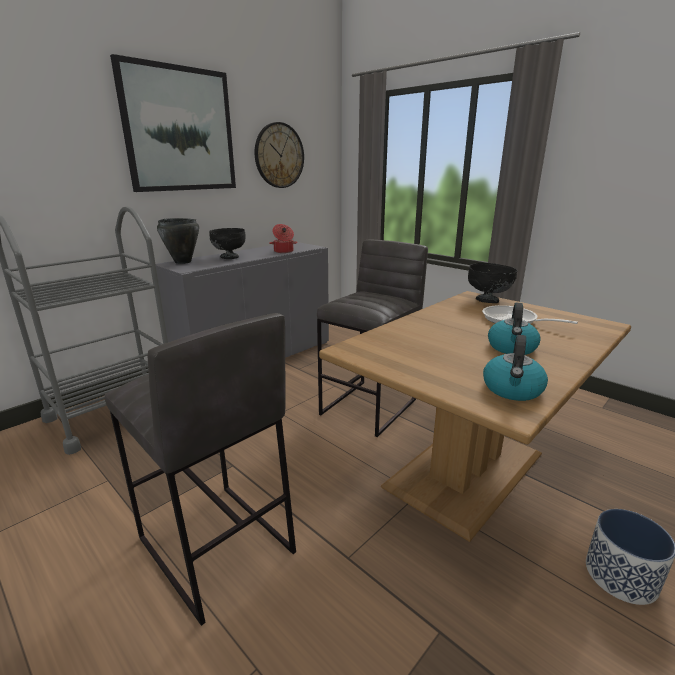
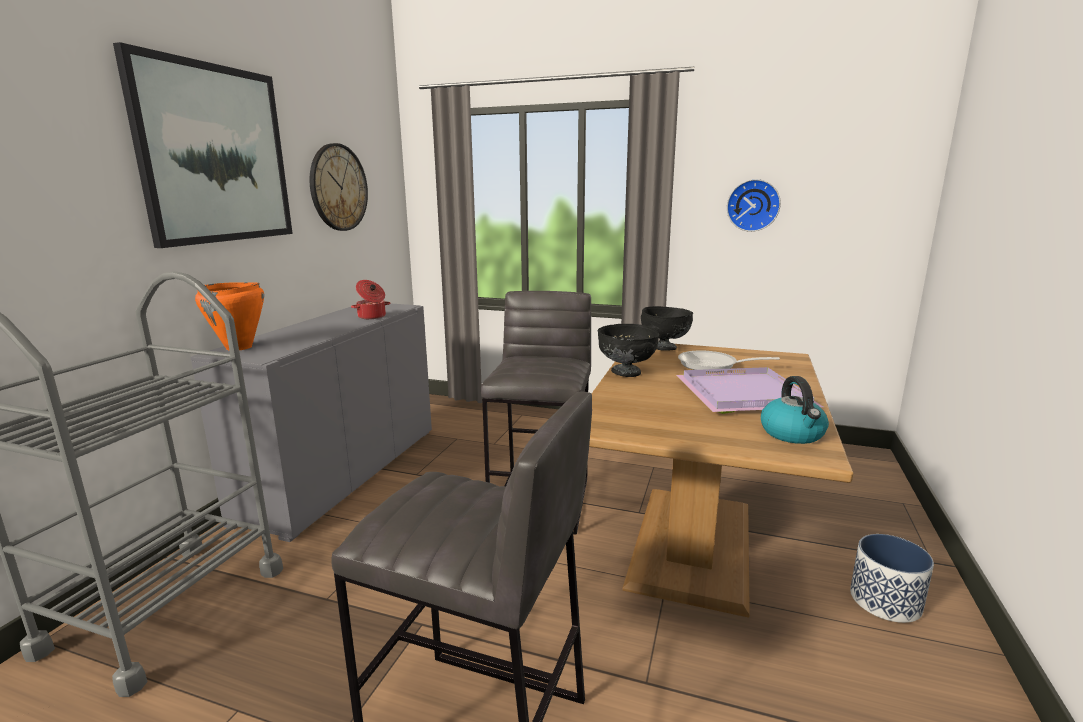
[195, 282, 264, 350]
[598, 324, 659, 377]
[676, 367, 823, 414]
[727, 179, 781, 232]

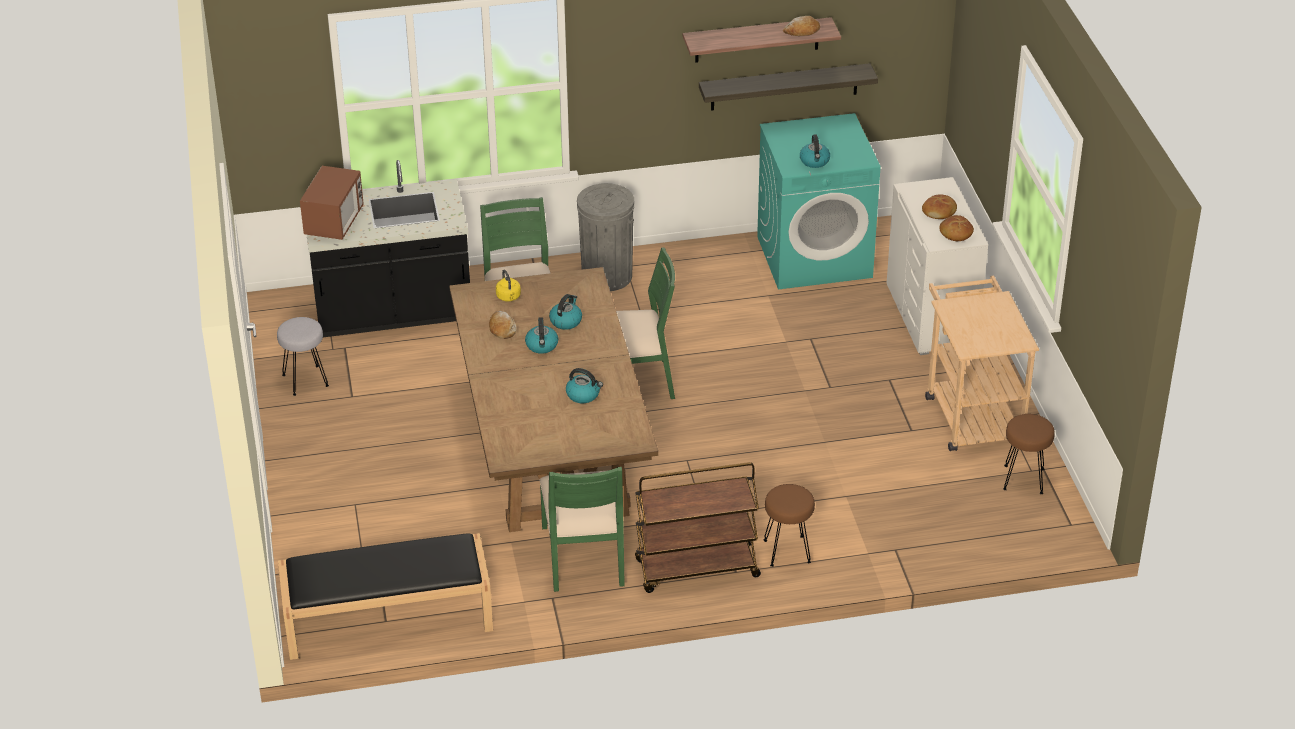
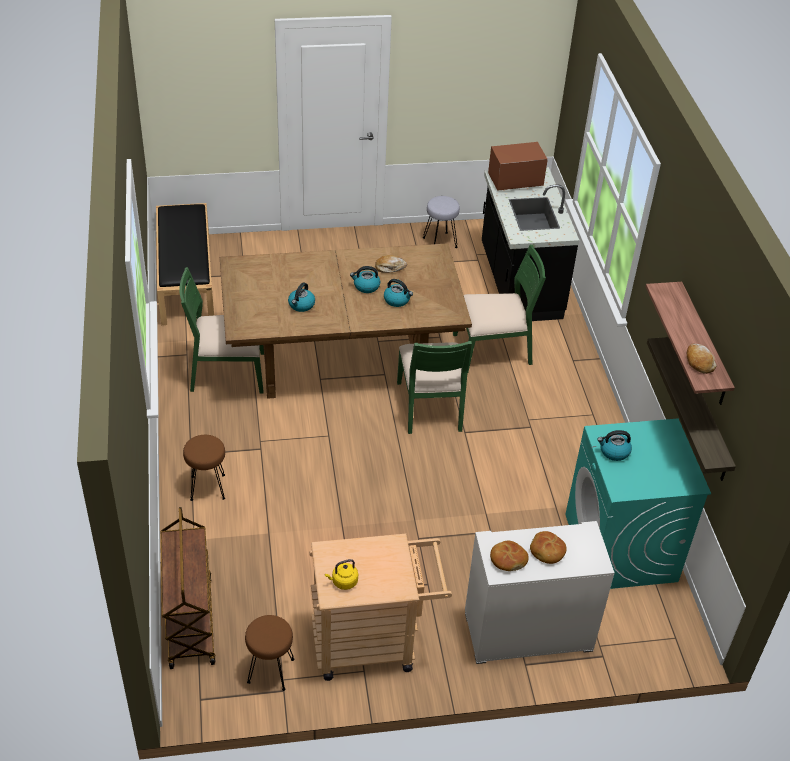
[488, 142, 548, 191]
[577, 183, 634, 291] (first image)
[325, 559, 358, 590]
[161, 507, 216, 669]

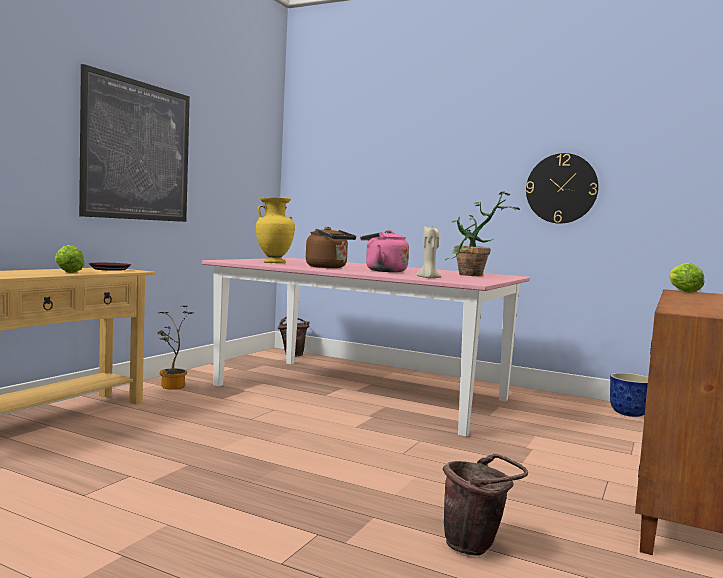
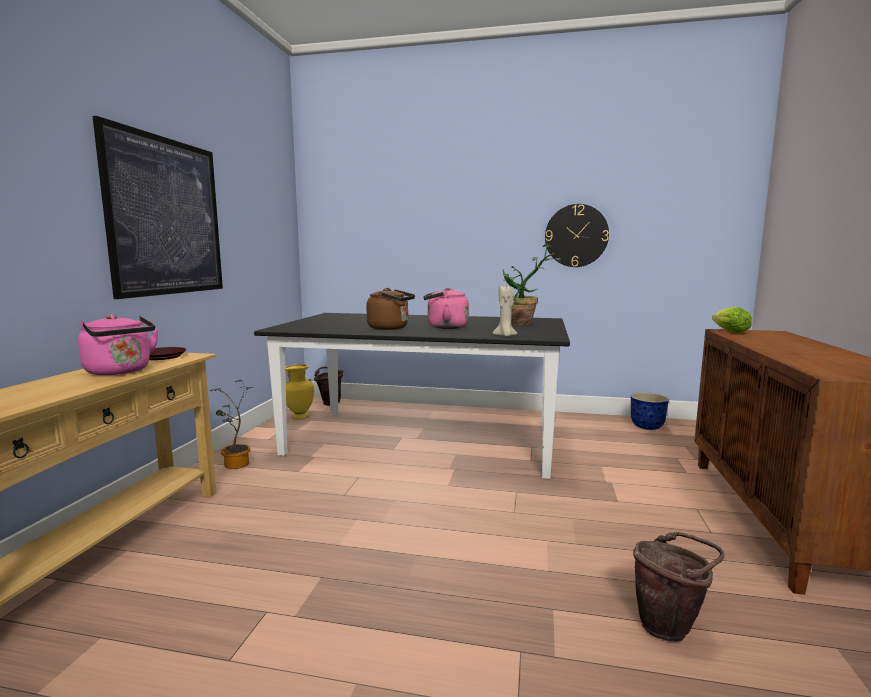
[285, 364, 314, 419]
[78, 314, 159, 375]
[254, 313, 570, 479]

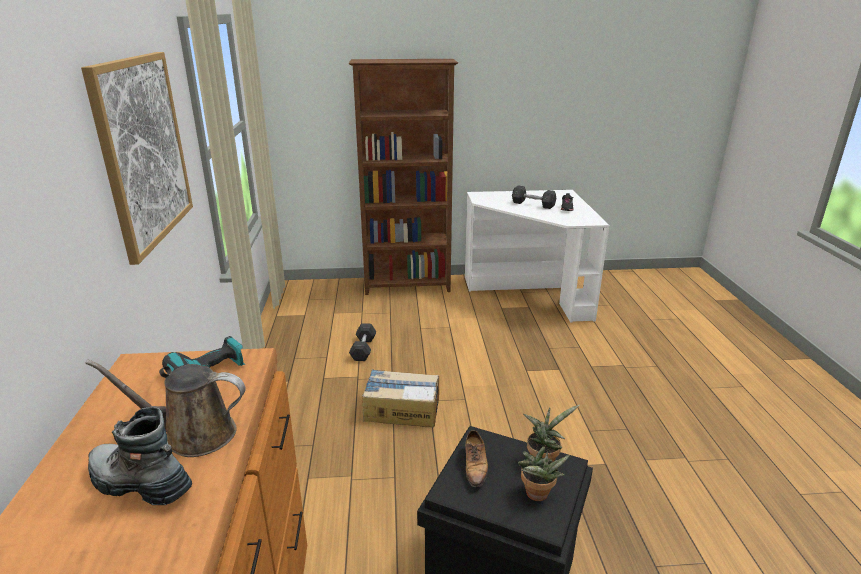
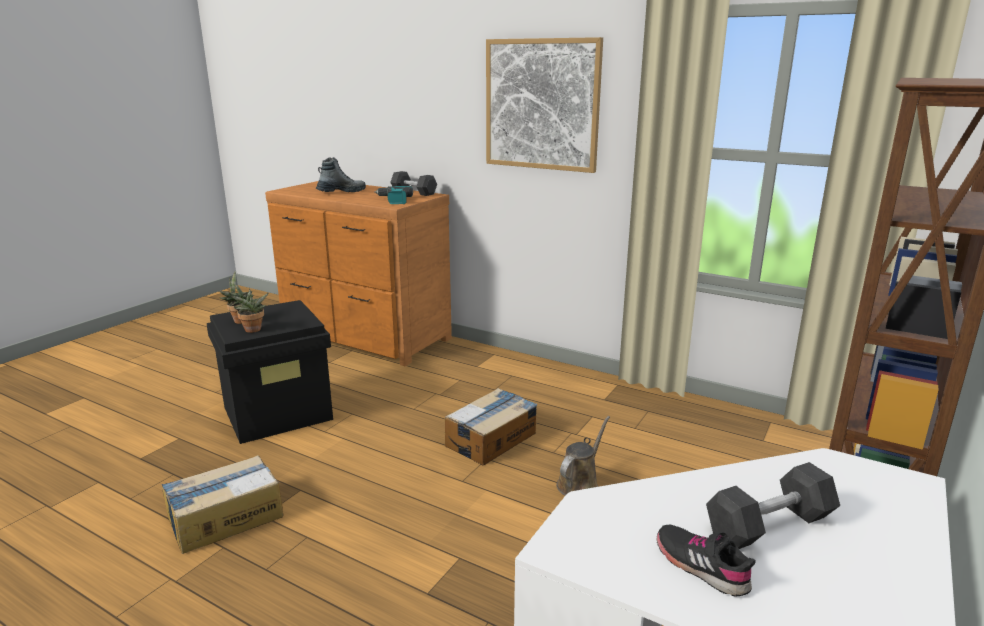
[390, 171, 437, 196]
[556, 416, 610, 496]
[465, 430, 488, 490] (first image)
[162, 455, 284, 554]

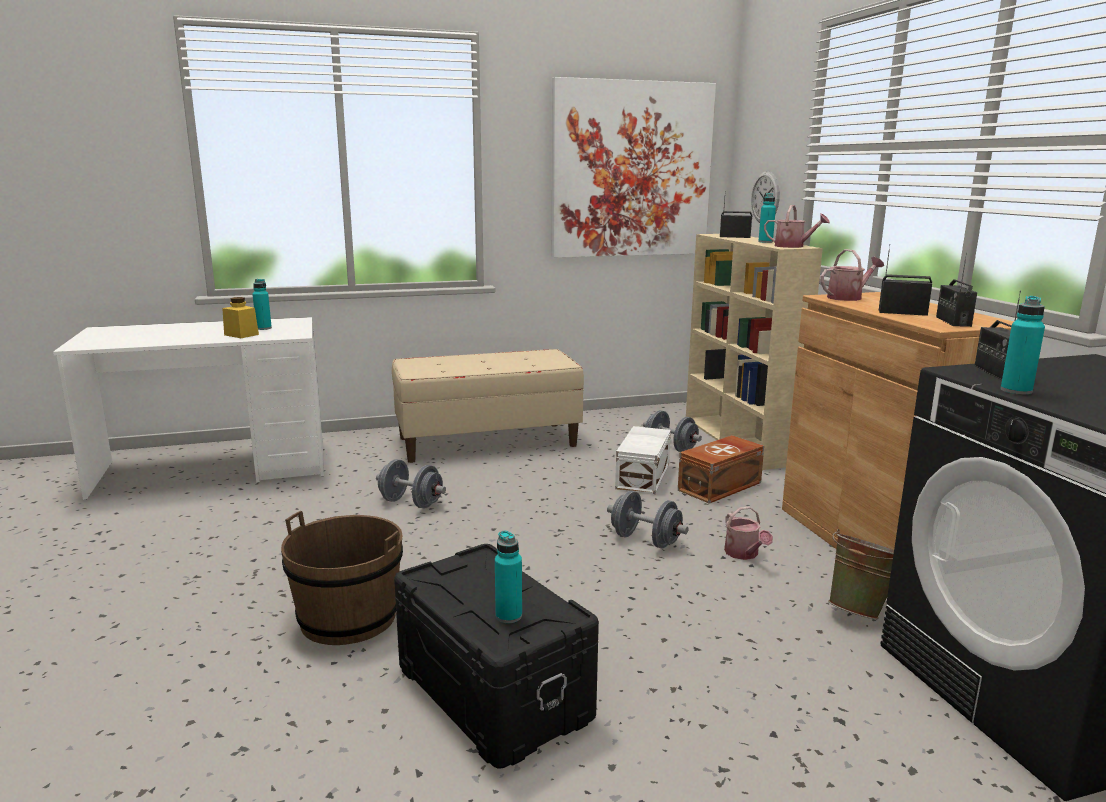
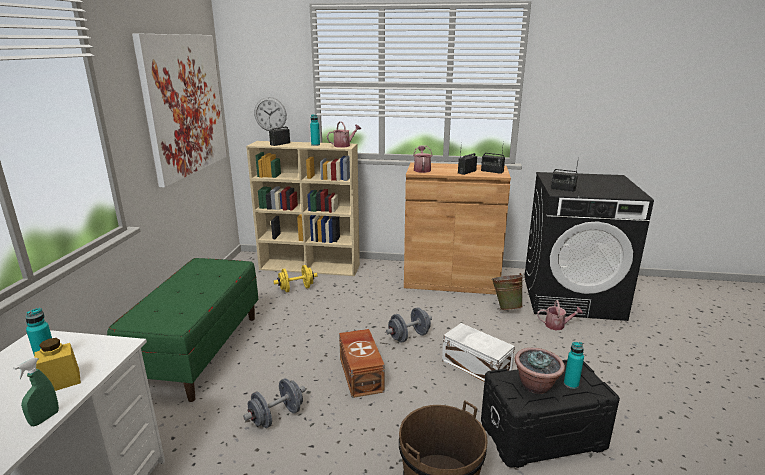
[1000, 296, 1045, 395] (first image)
[107, 258, 258, 402]
[273, 265, 317, 292]
[442, 323, 515, 382]
[339, 329, 385, 398]
[537, 300, 583, 331]
[515, 348, 565, 394]
[13, 358, 59, 426]

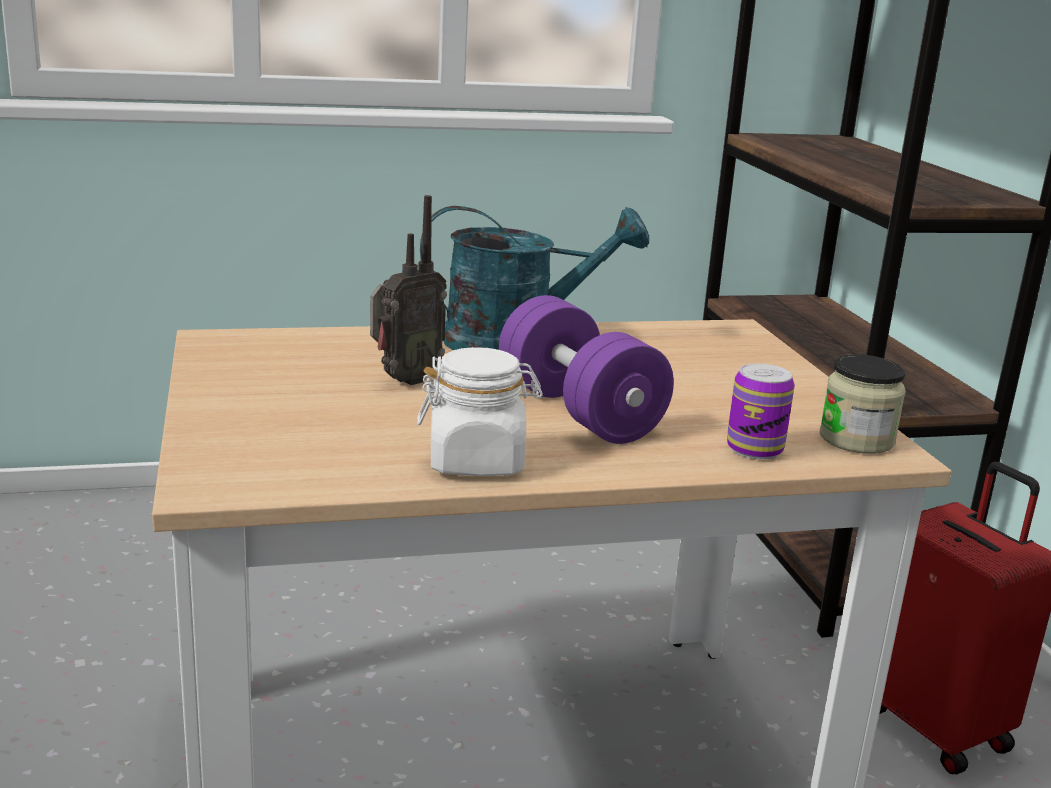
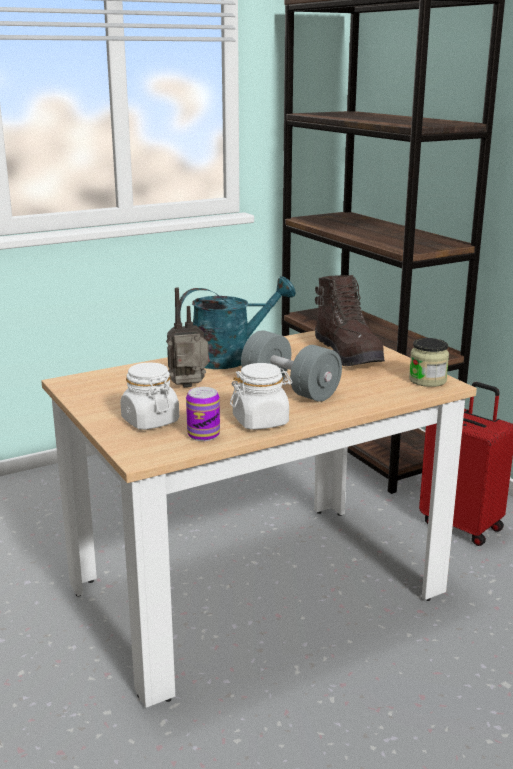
[166, 288, 210, 387]
[241, 330, 342, 402]
[186, 387, 220, 441]
[315, 275, 385, 366]
[120, 362, 179, 430]

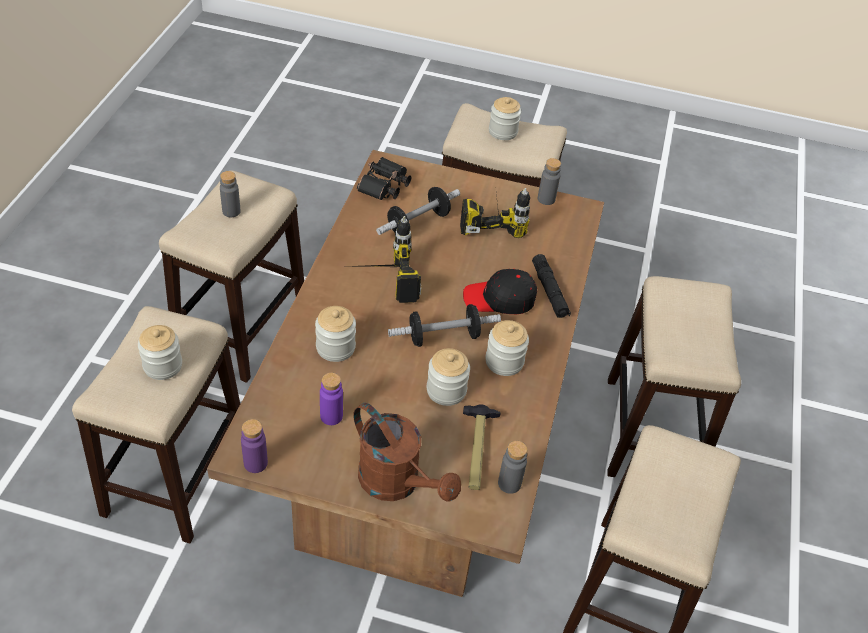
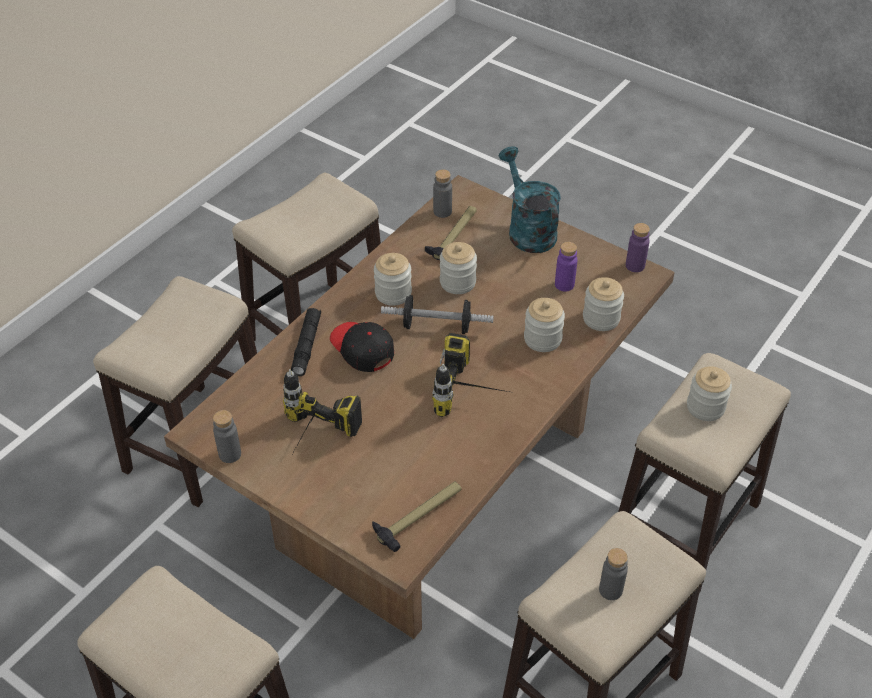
[583, 277, 624, 331]
[372, 481, 462, 552]
[376, 187, 460, 235] (first image)
[330, 322, 394, 372]
[498, 147, 561, 253]

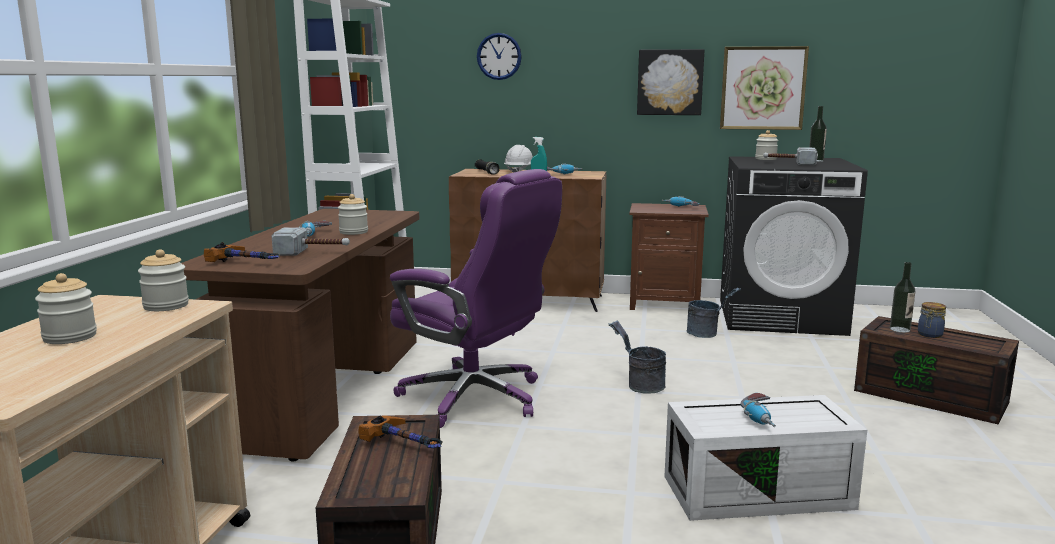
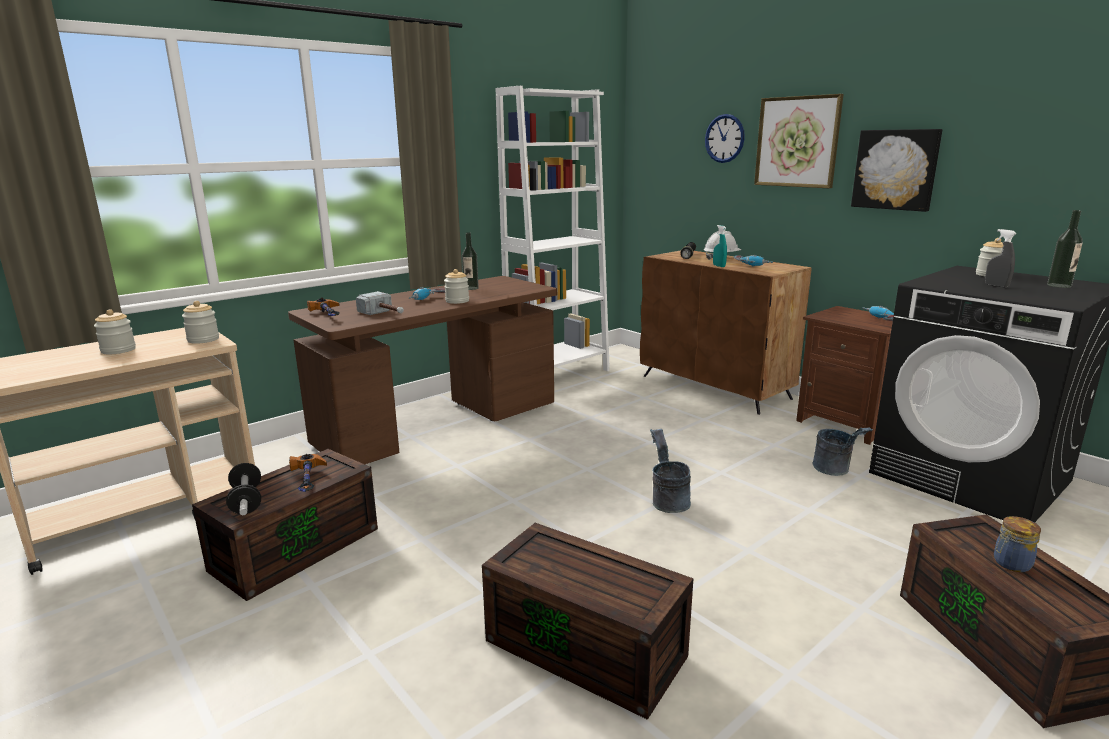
[754, 94, 844, 189]
[985, 229, 1017, 288]
[390, 169, 562, 428] (first image)
[462, 233, 479, 290]
[741, 393, 776, 427] (first image)
[482, 523, 694, 720]
[226, 463, 261, 515]

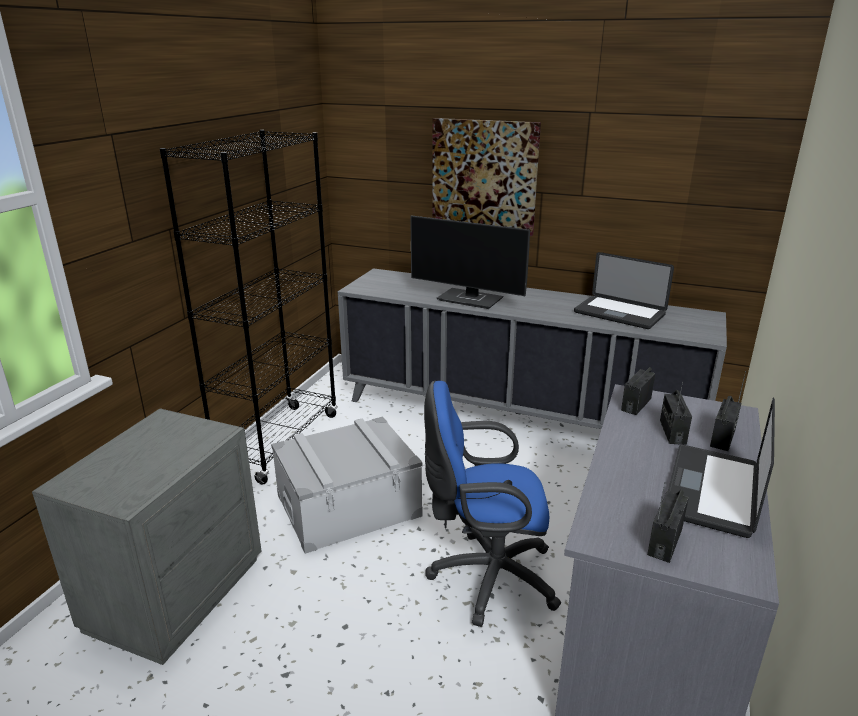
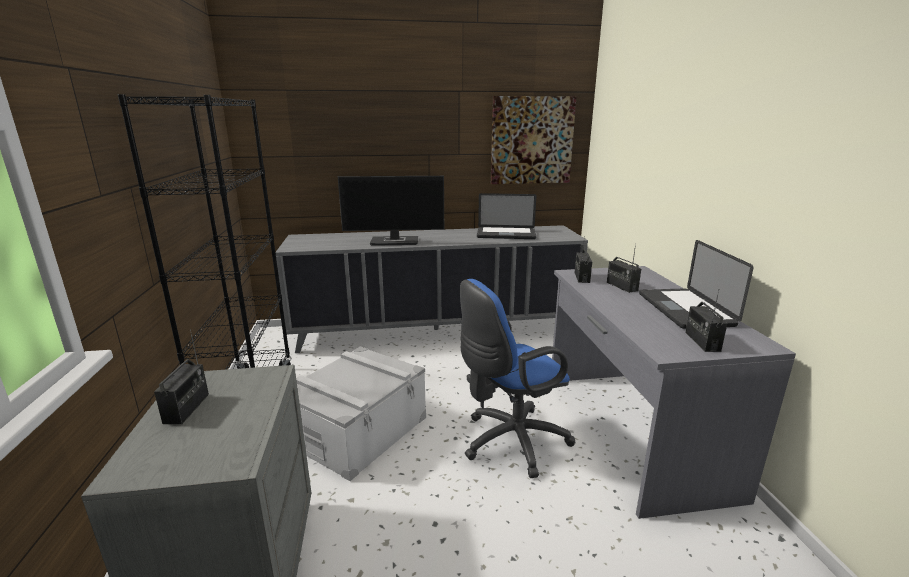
[491, 96, 577, 184]
[154, 329, 209, 424]

